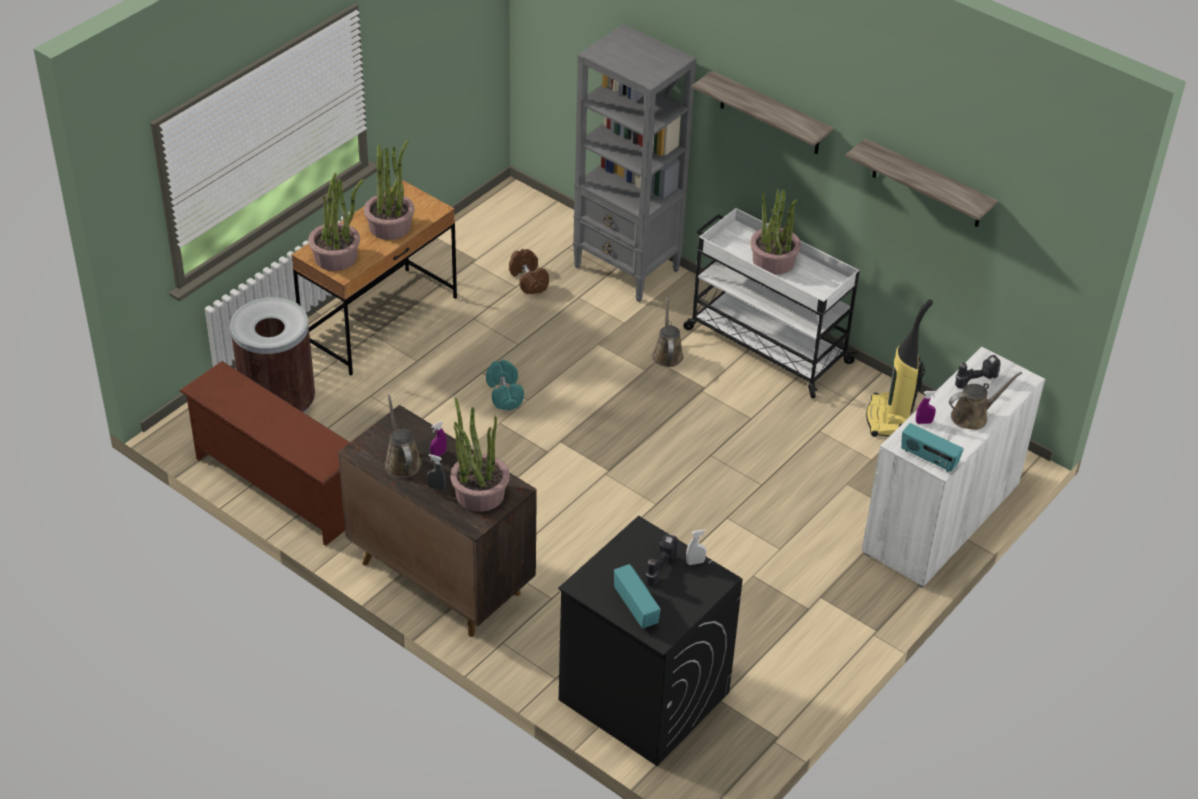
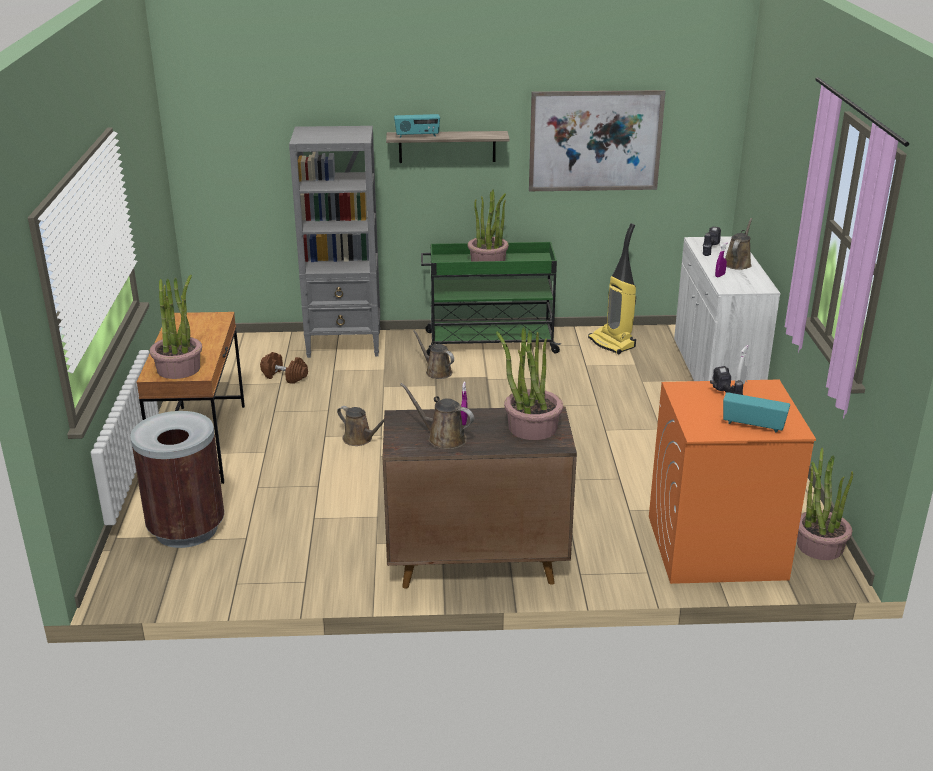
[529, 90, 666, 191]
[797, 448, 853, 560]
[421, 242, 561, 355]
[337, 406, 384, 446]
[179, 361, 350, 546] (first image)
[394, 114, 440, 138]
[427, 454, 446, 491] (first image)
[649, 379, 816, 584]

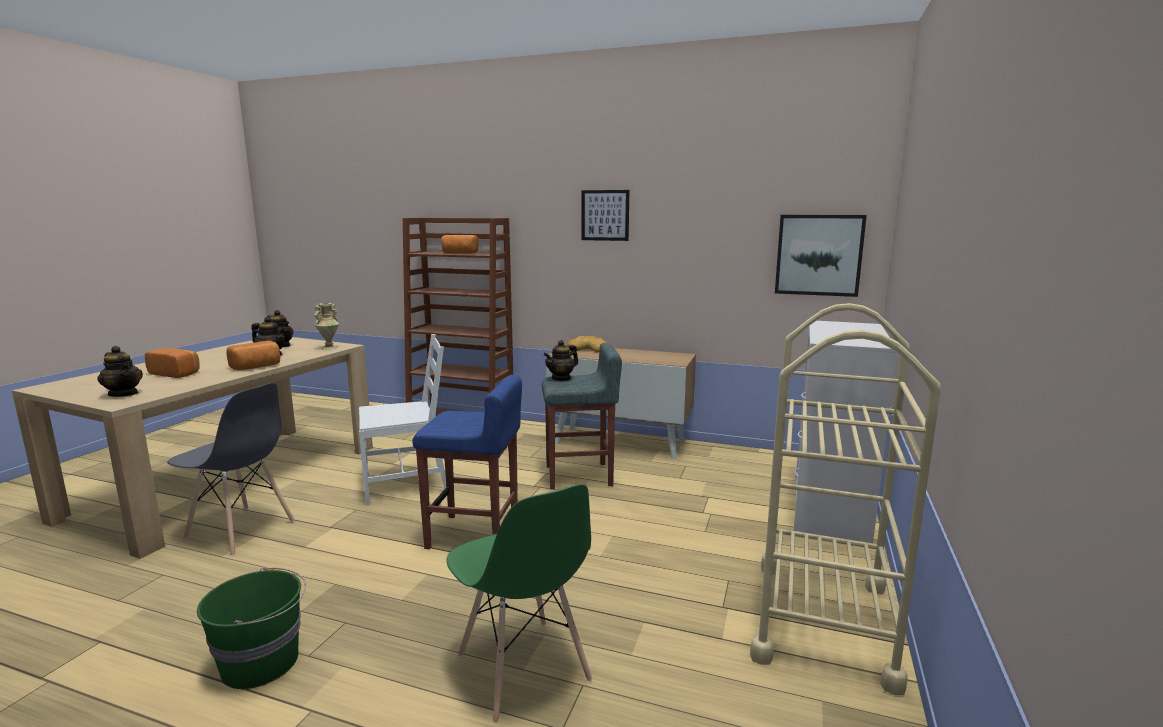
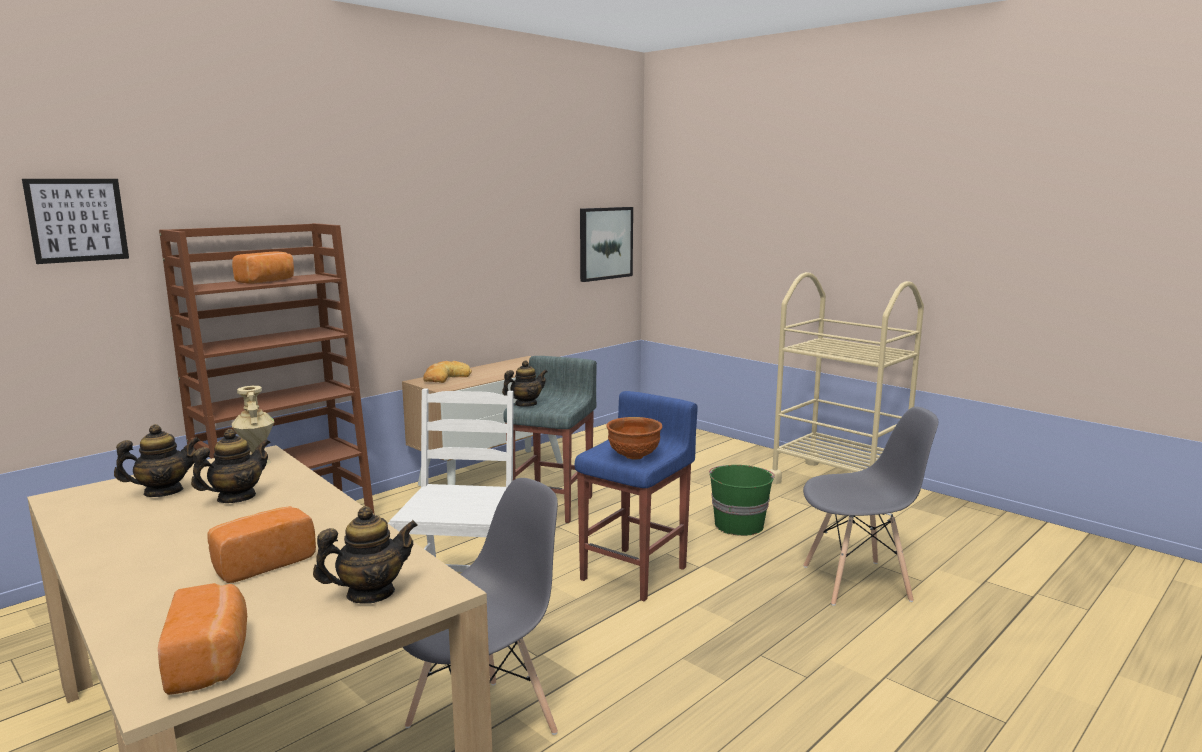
[22, 179, 129, 264]
[794, 321, 897, 543] (first image)
[502, 360, 548, 407]
[158, 583, 247, 695]
[803, 407, 938, 606]
[709, 465, 775, 536]
[606, 417, 662, 460]

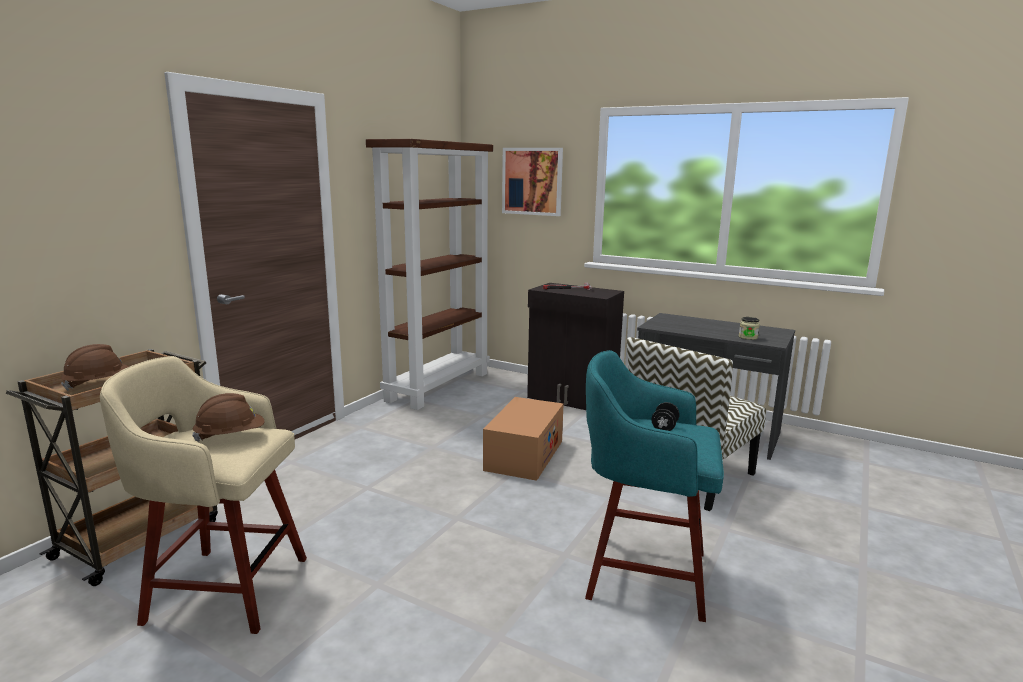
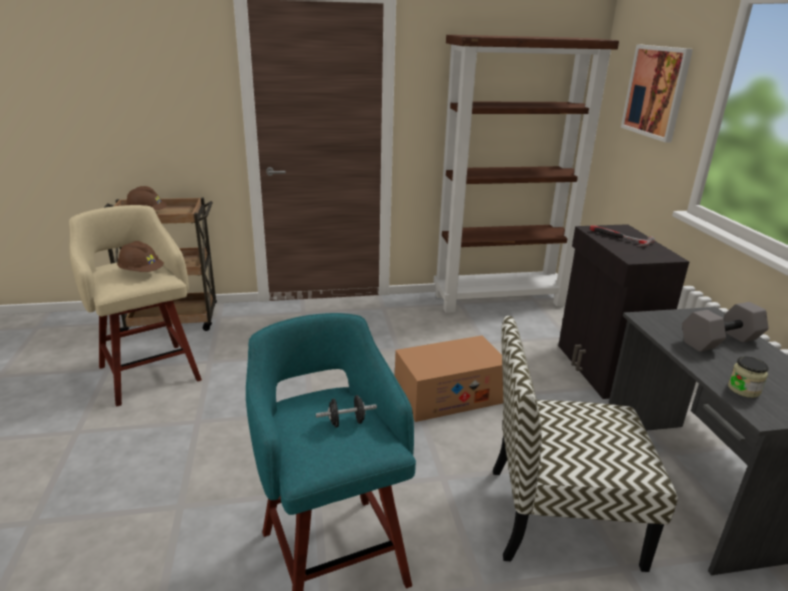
[682, 302, 769, 352]

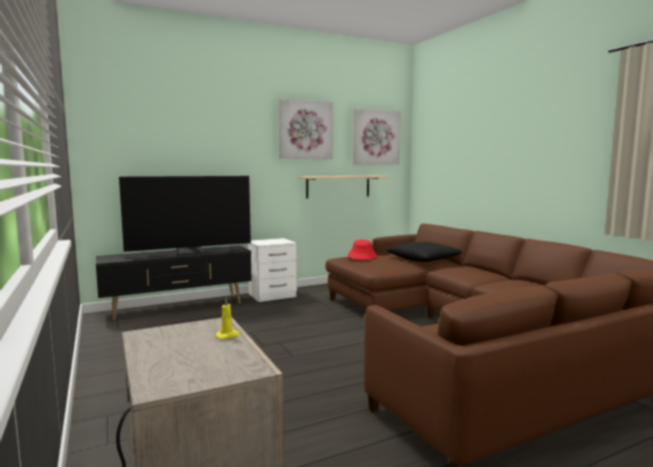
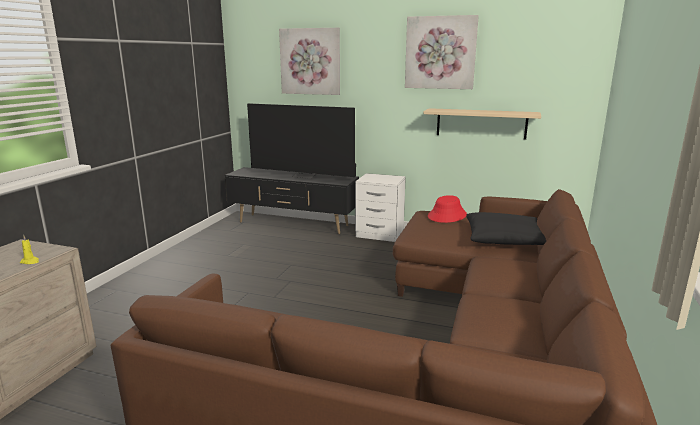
[279, 28, 340, 95]

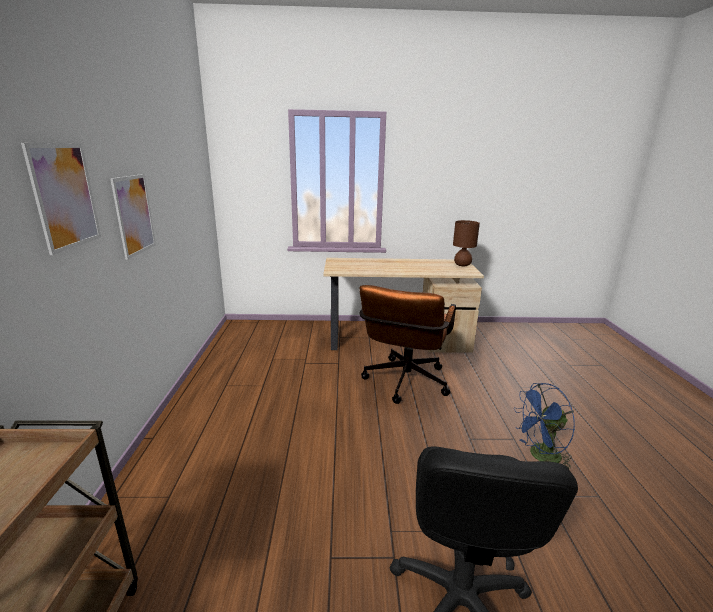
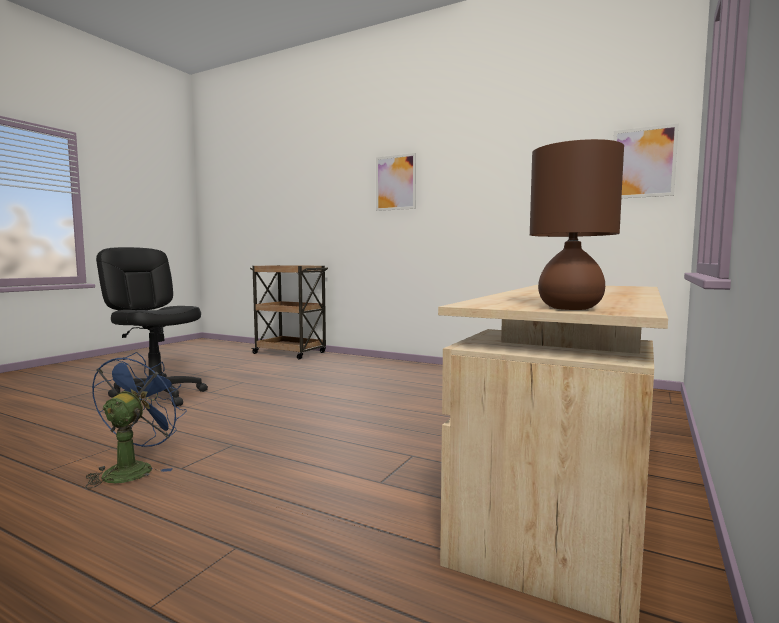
[613, 123, 679, 198]
[359, 285, 456, 404] (first image)

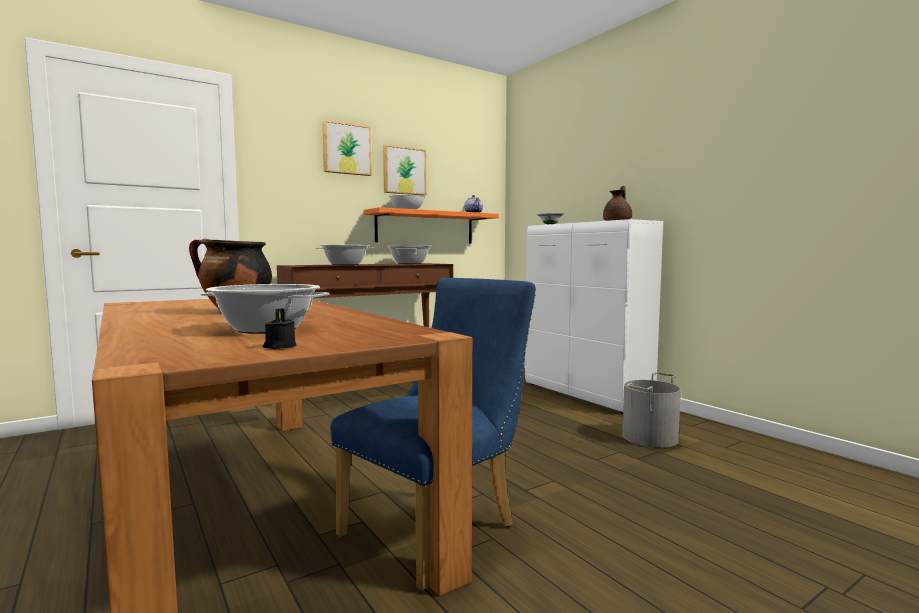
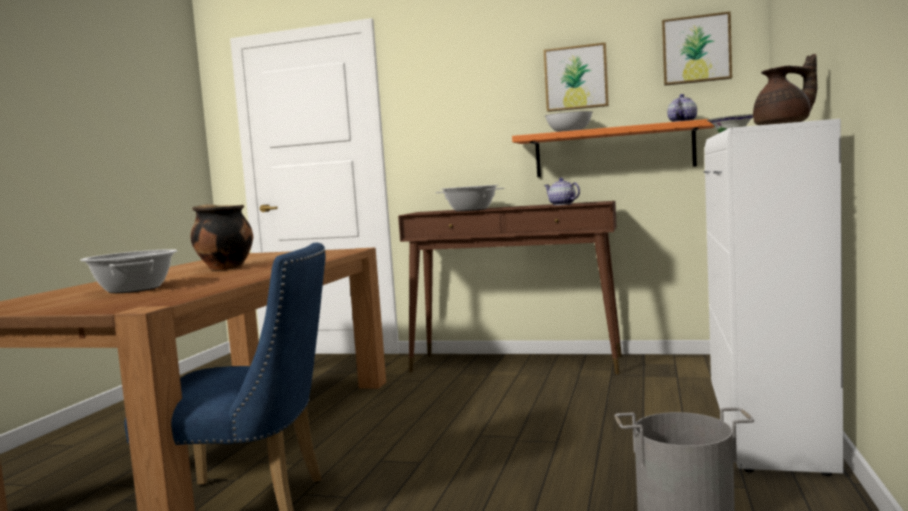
[662, 11, 732, 86]
[544, 178, 580, 205]
[263, 308, 297, 349] (first image)

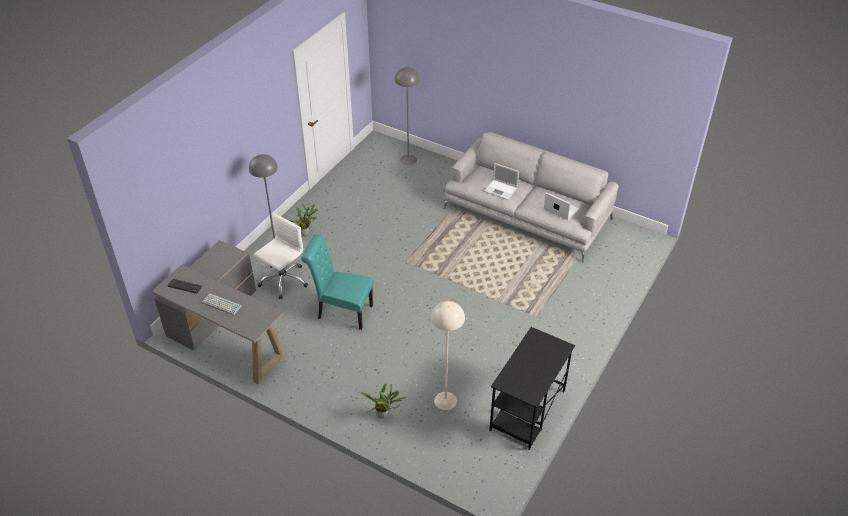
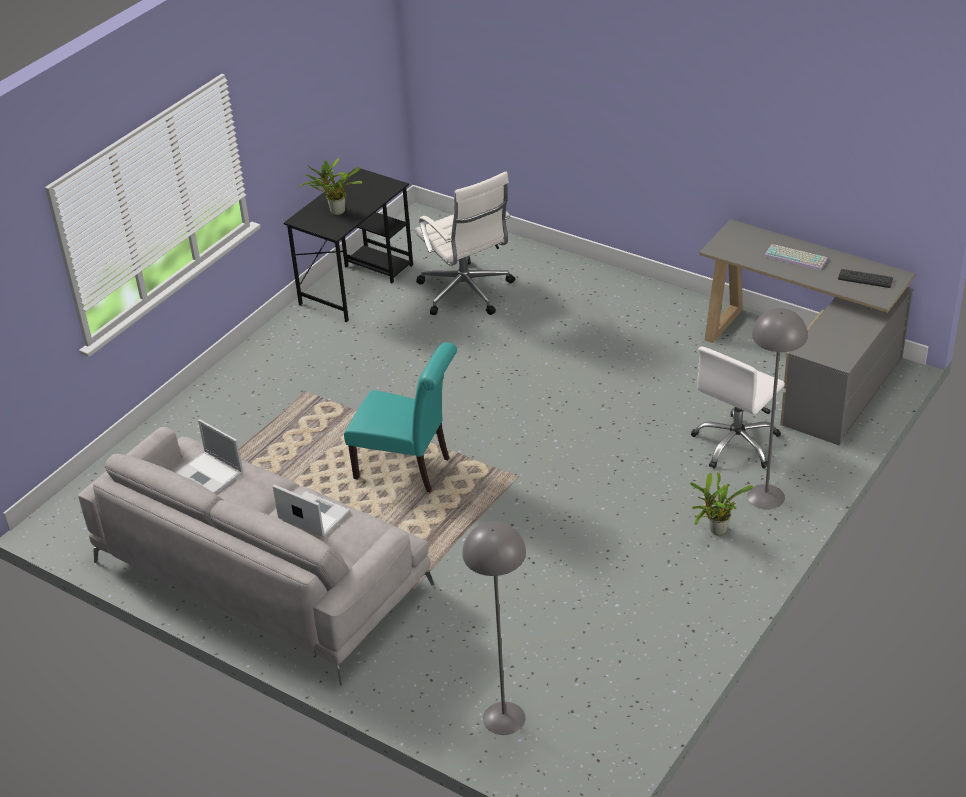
[344, 342, 457, 492]
[414, 172, 515, 315]
[299, 158, 362, 215]

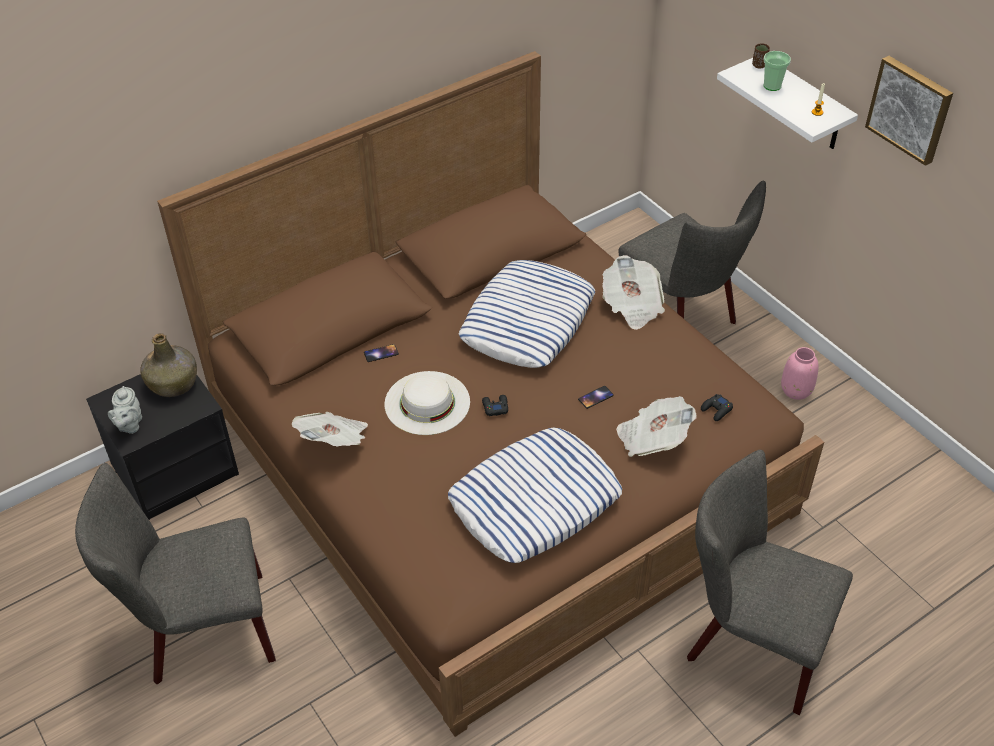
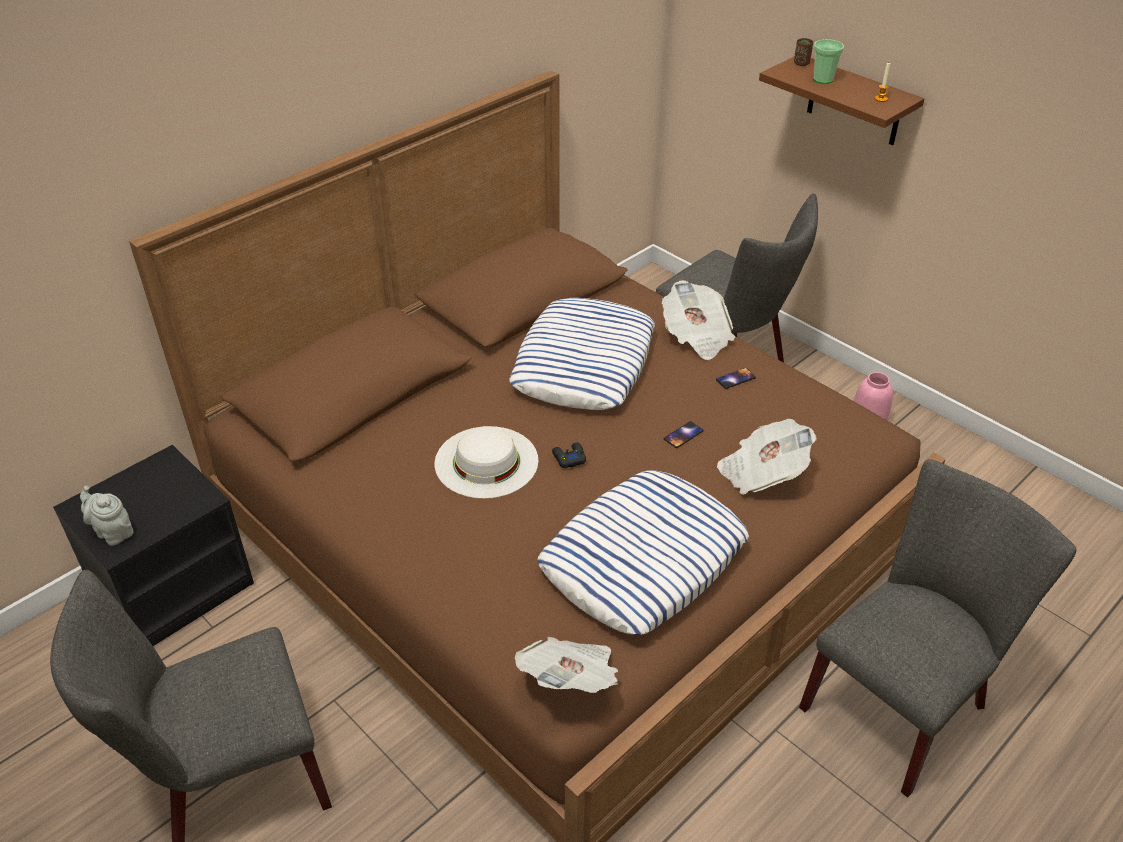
[865, 56, 953, 166] (first image)
[759, 56, 925, 145]
[140, 333, 197, 397] (first image)
[716, 368, 756, 389]
[80, 486, 133, 546]
[701, 394, 733, 421] (first image)
[515, 637, 618, 693]
[799, 459, 1076, 797]

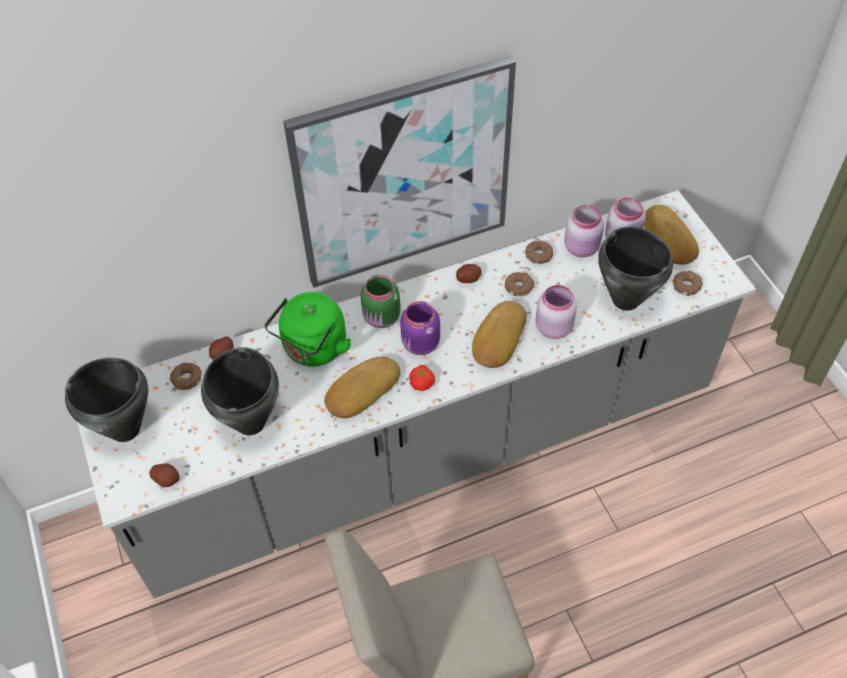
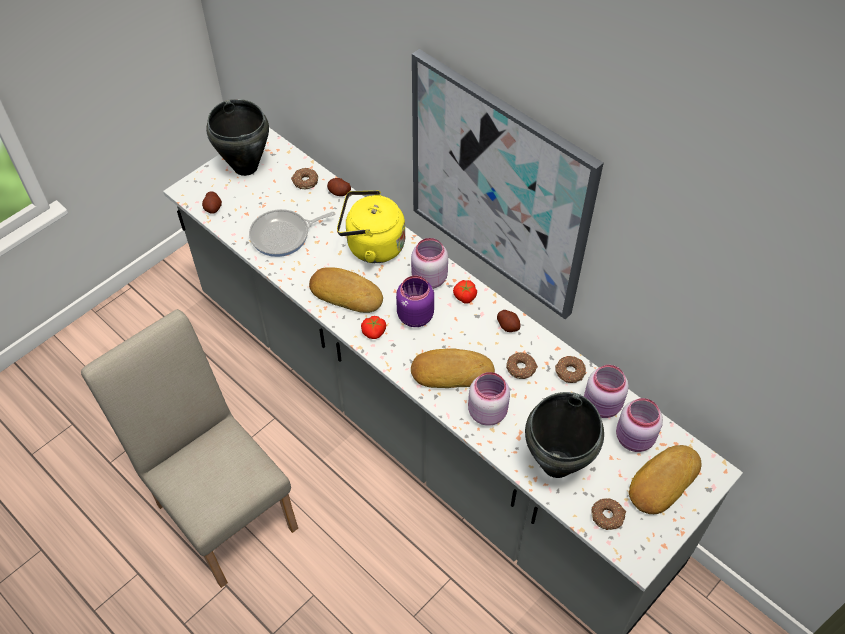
[411, 238, 448, 289]
[337, 190, 405, 263]
[249, 209, 335, 257]
[453, 280, 477, 304]

